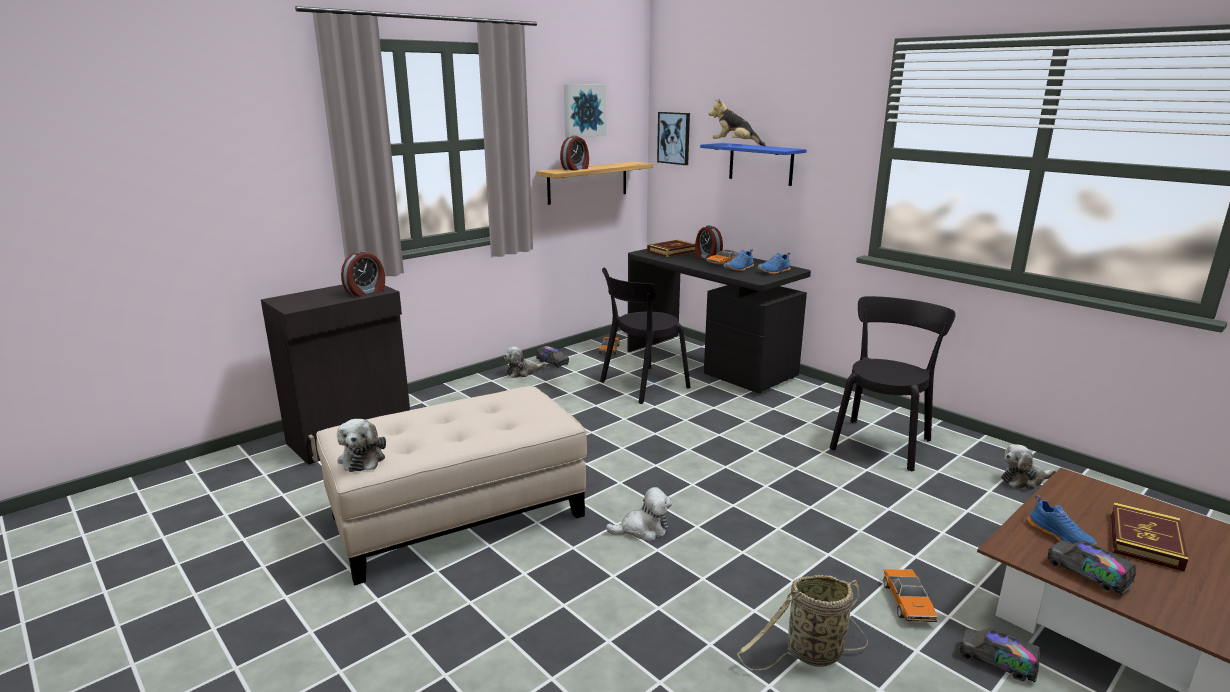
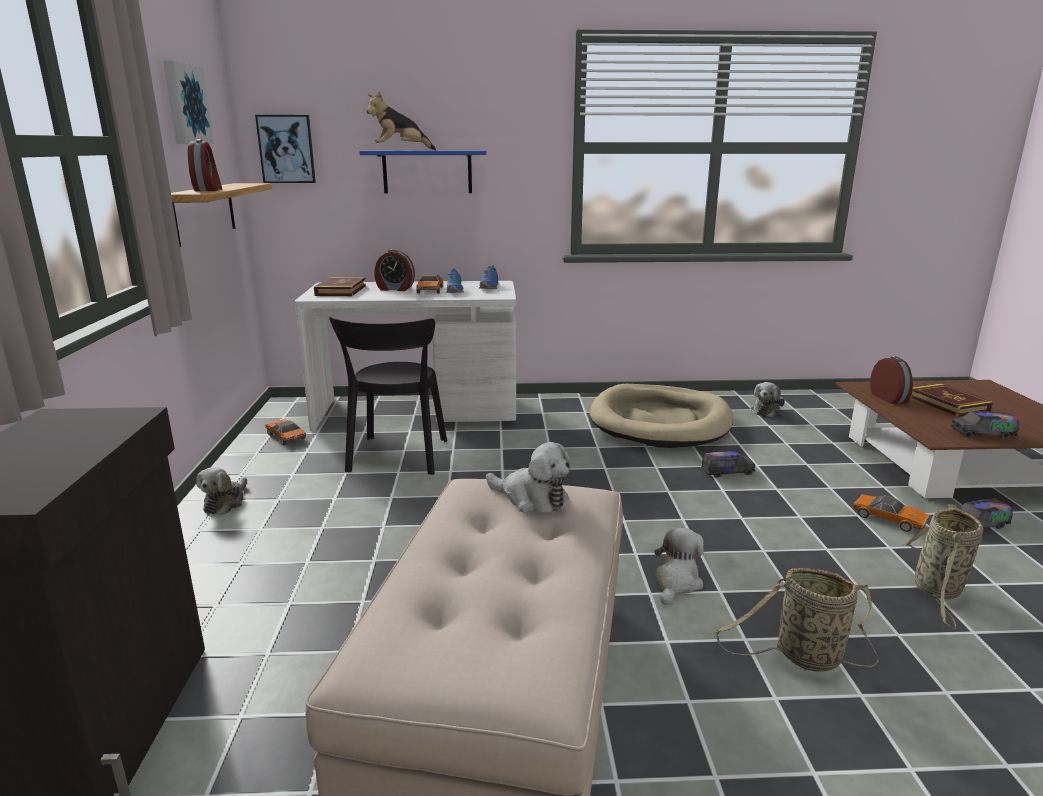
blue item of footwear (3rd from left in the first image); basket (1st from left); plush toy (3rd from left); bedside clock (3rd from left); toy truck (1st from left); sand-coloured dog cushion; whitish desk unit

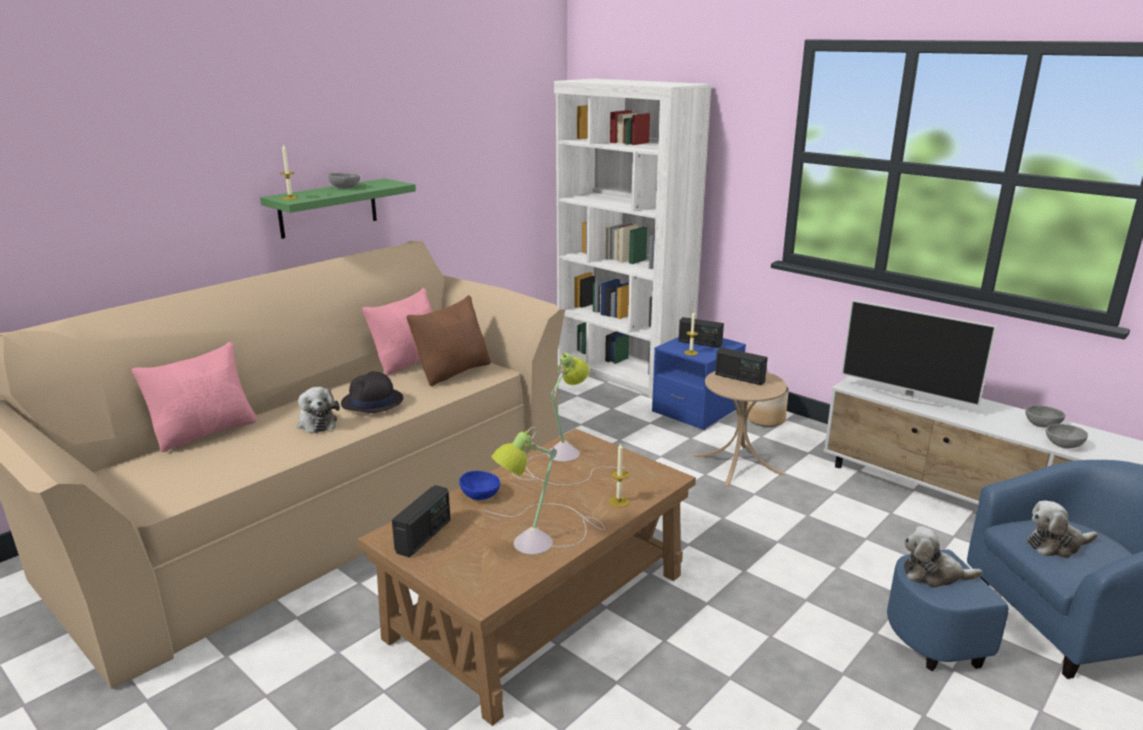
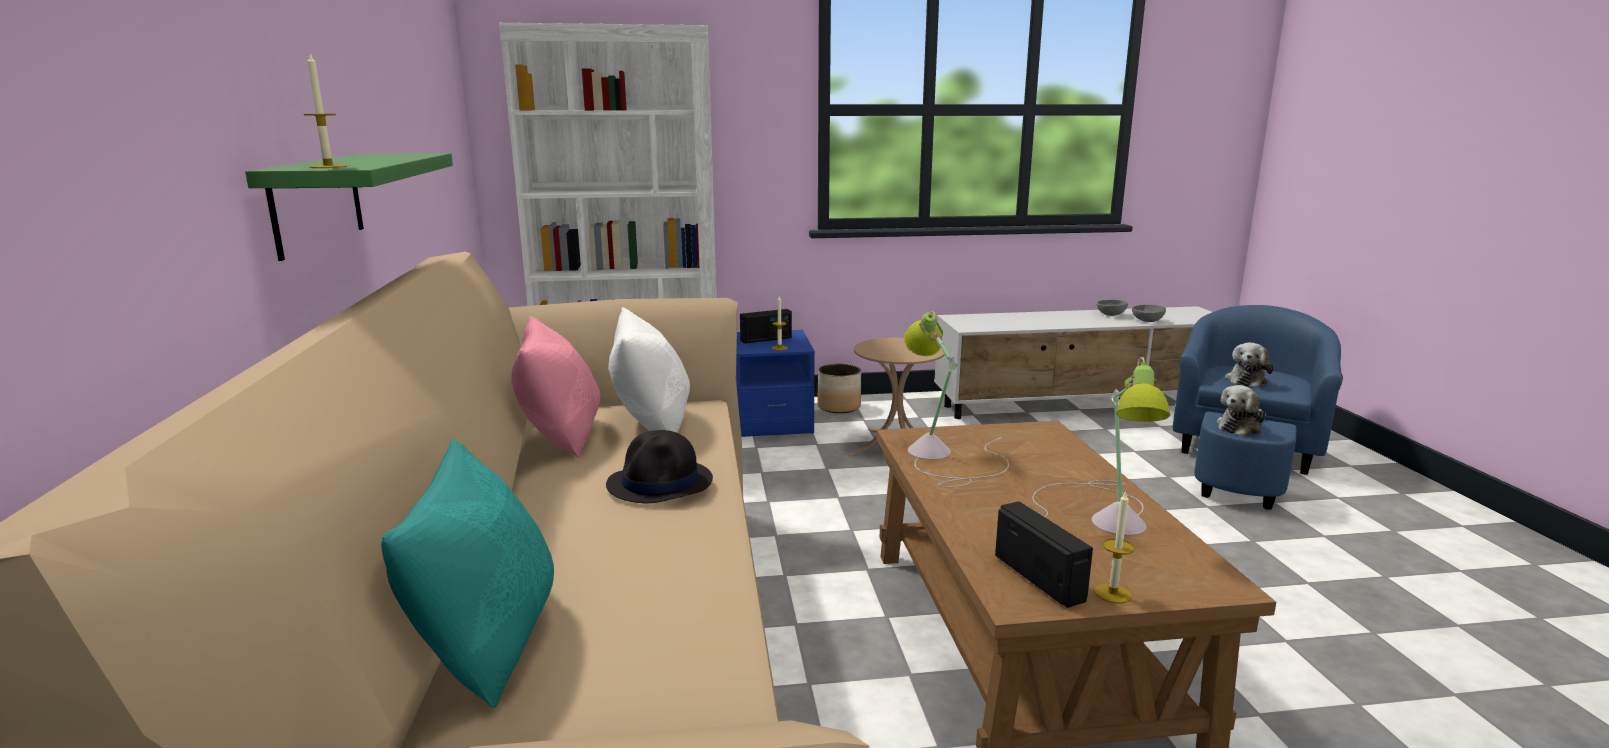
plush toy (1st from left in the first image); gray serving bowl (1st from left in the first image); blue serving bowl; radio receiver (3rd from left in the first image); TV set; wax light (3rd from left); blue-green throw pillow; whitish throw pillow

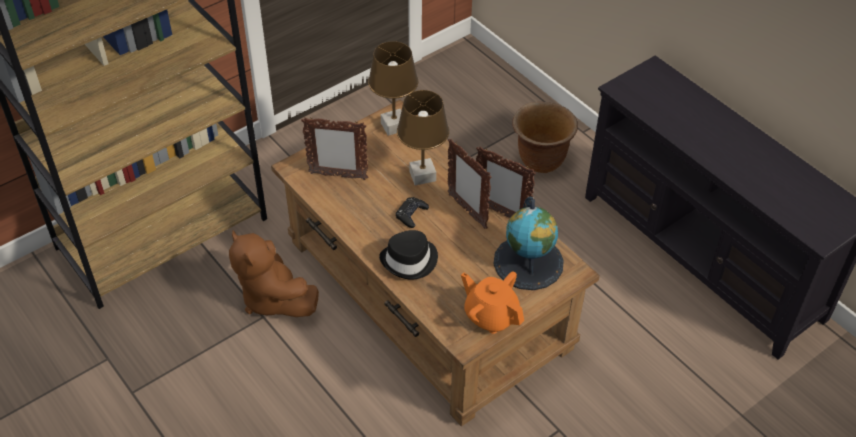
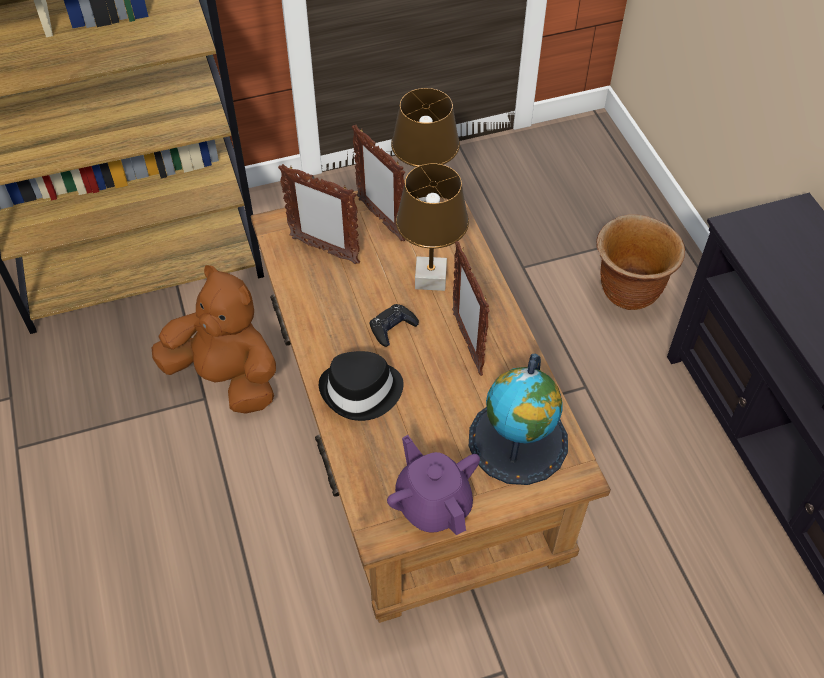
picture frame (2nd from left); purple-coloured teapot; brown plush toy

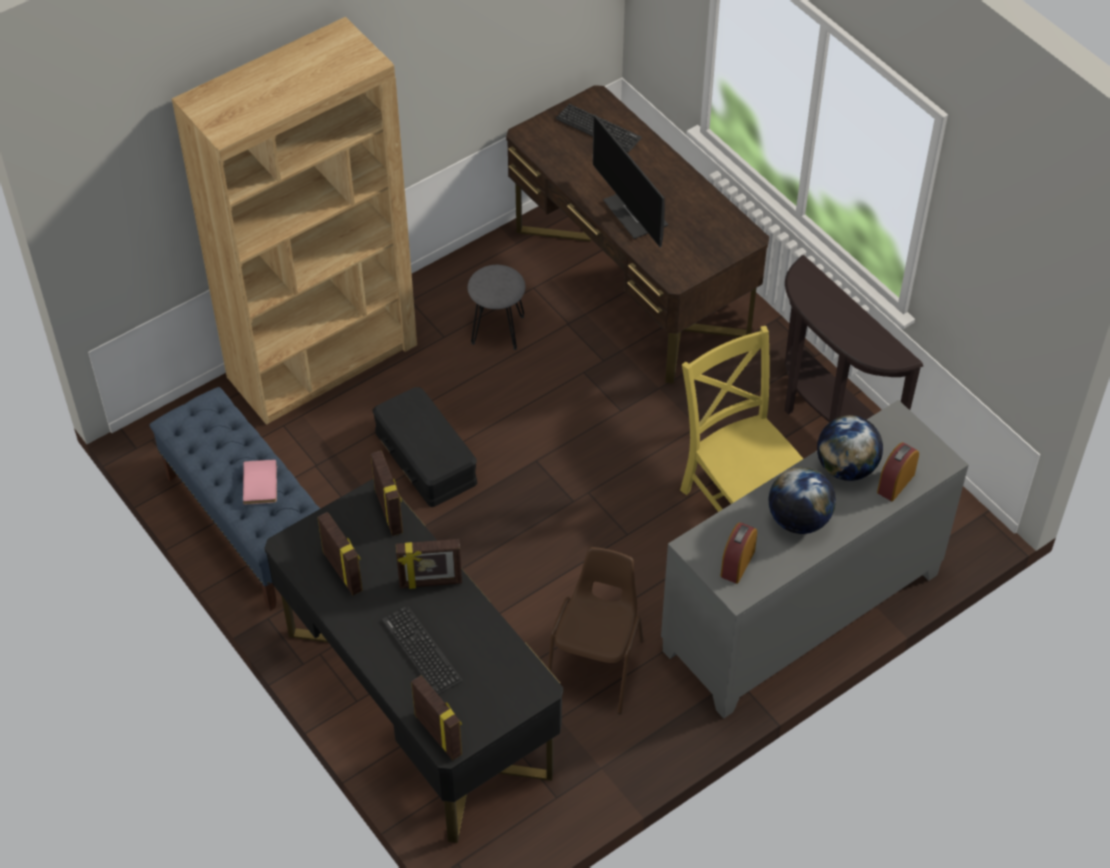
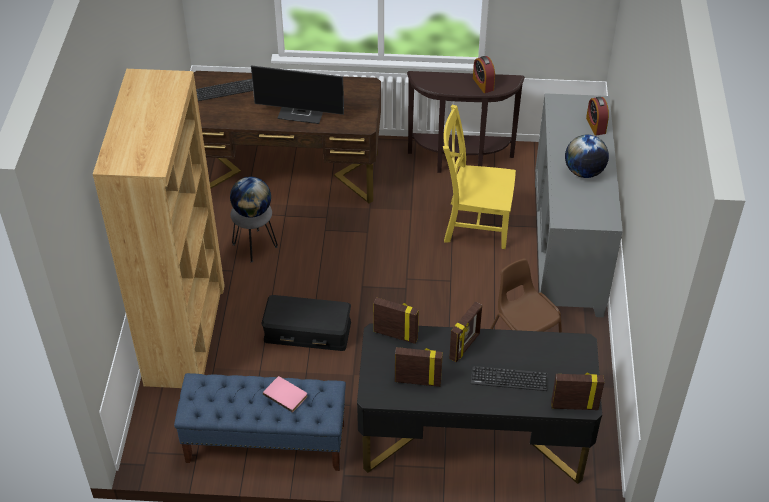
bedside clock (1st from left); desk globe (1st from left)

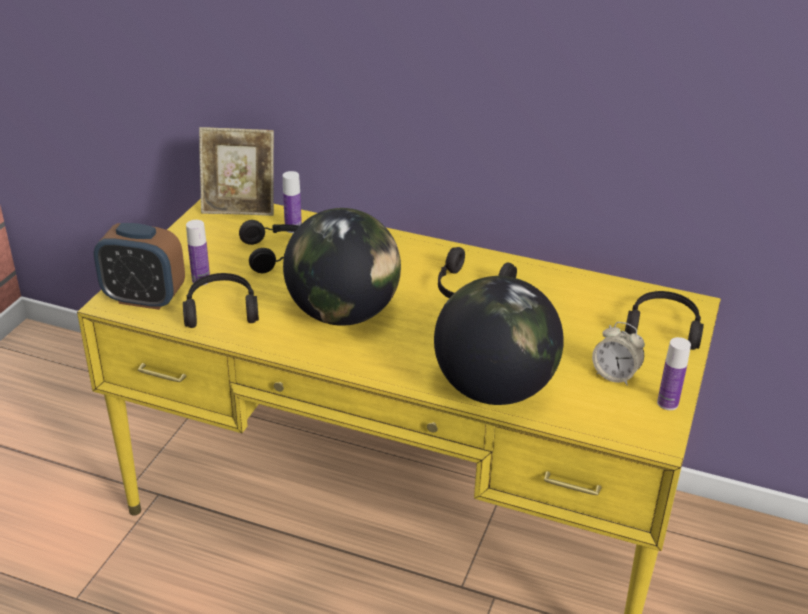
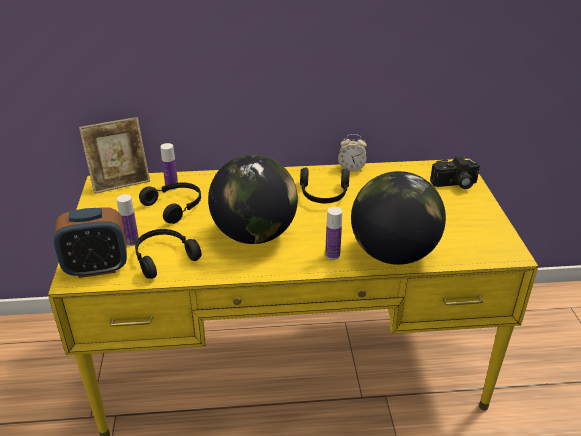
bedside clock (2nd from left); bottle (3rd from left); photo camera

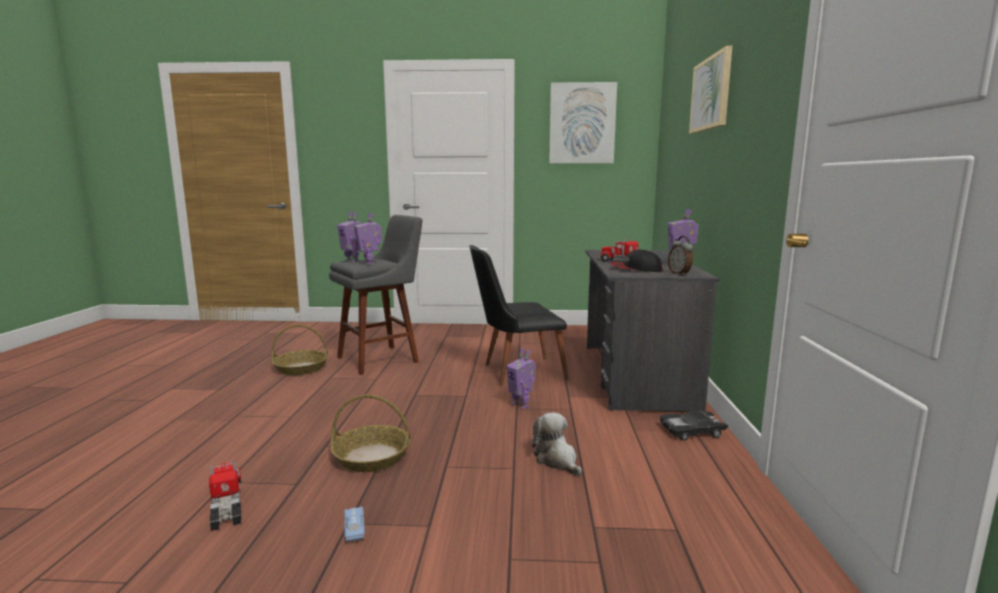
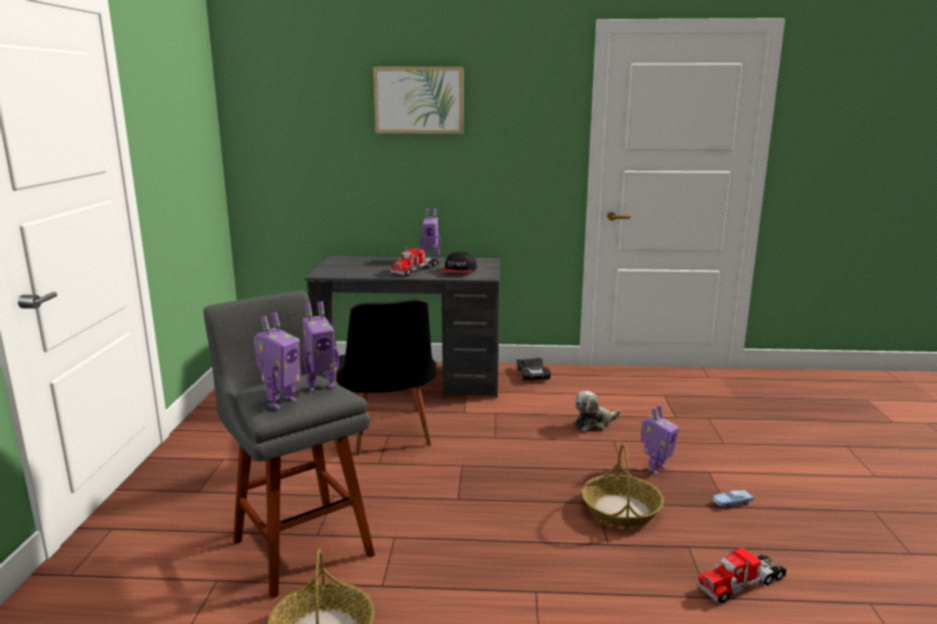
picture (1st from left in the first image); bedside clock; toy robot (4th from left)

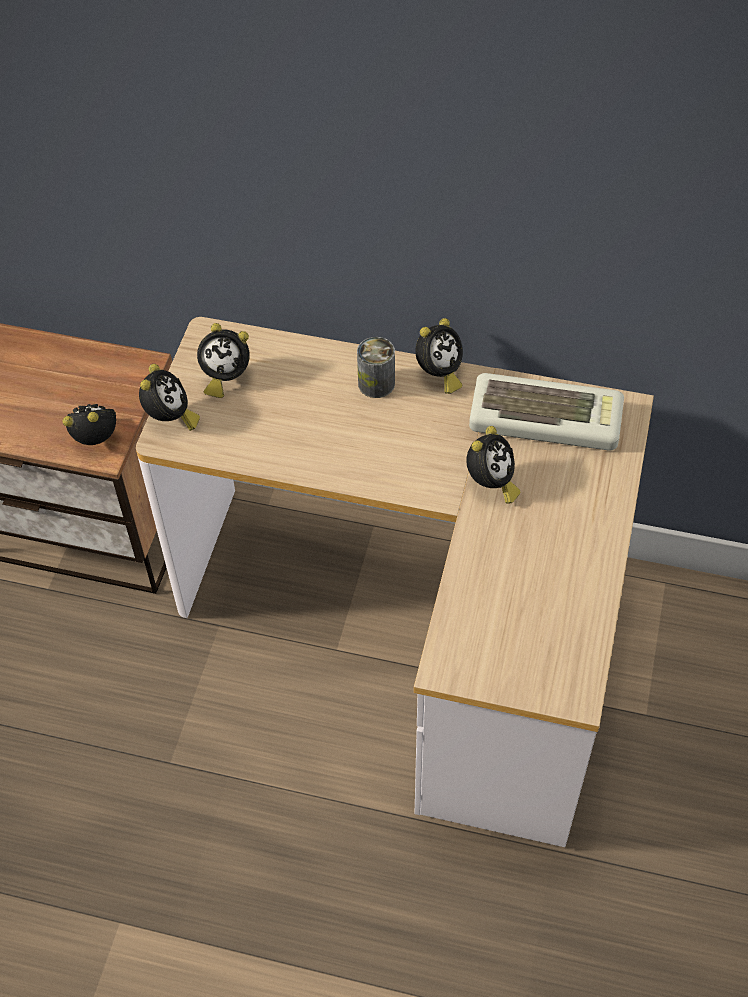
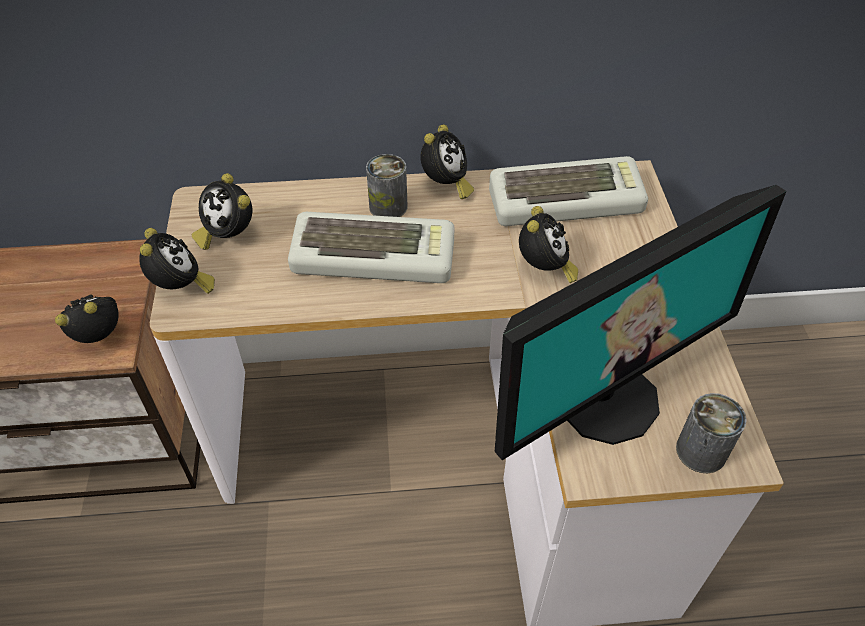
keyboard (1st from left); computer display; sealed can (2nd from left); bedside clock (3rd from left)

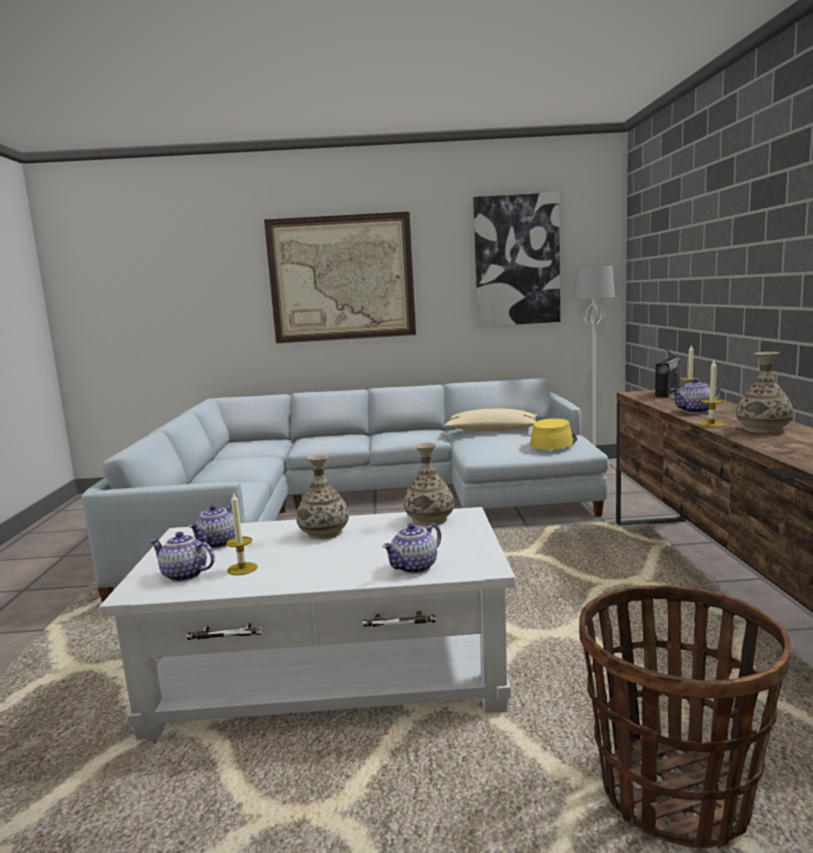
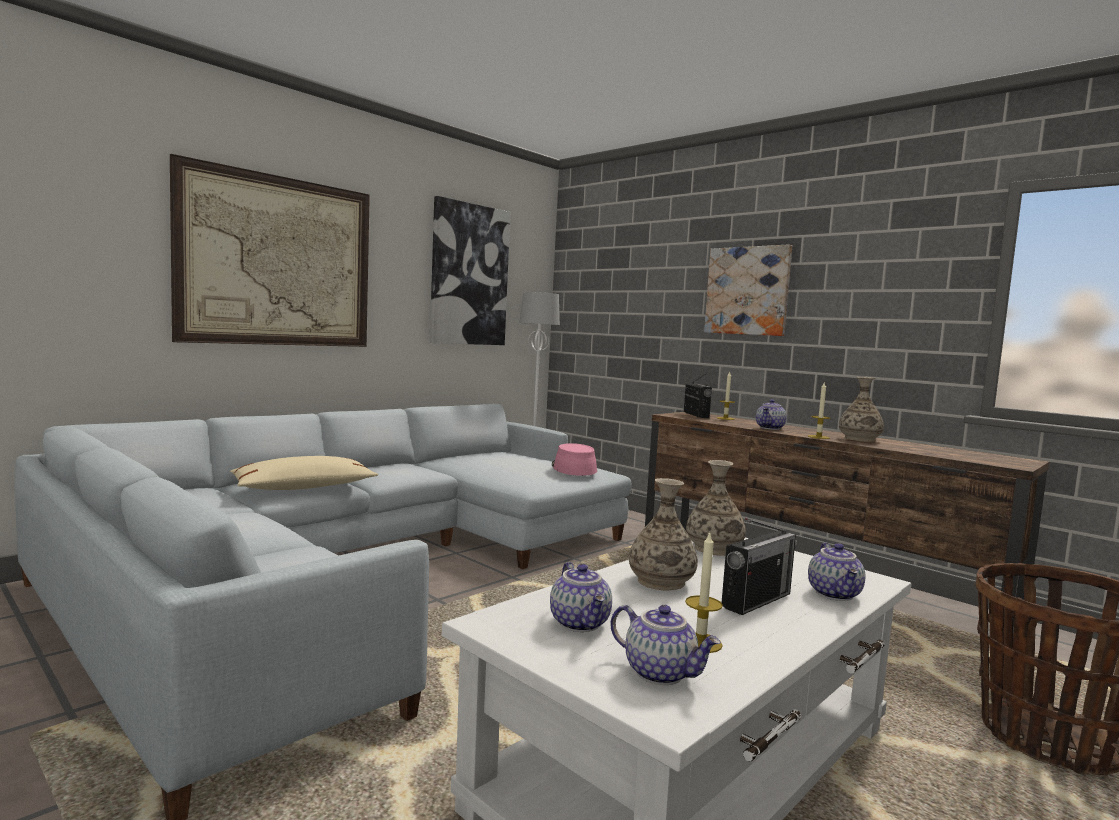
picture (3rd from left); radio receiver (2nd from left); sand-coloured throw pillow; pink wearable hat; teapot (2nd from left)

